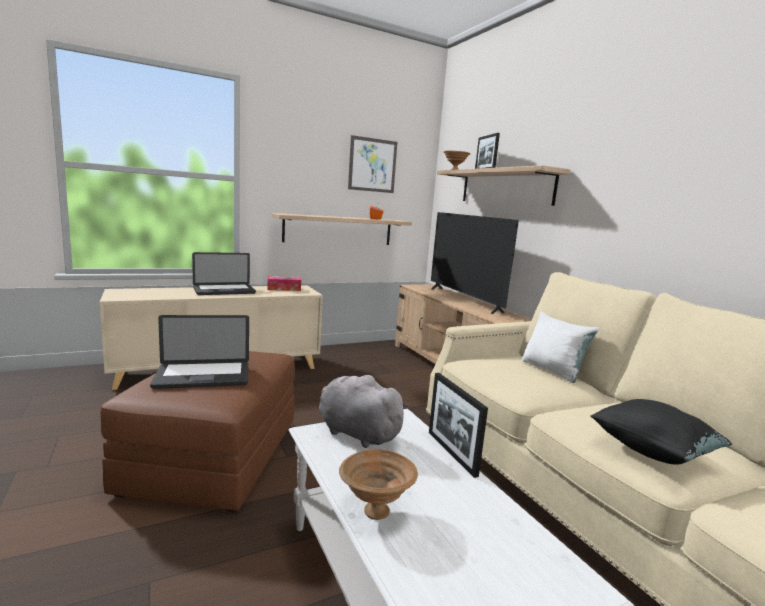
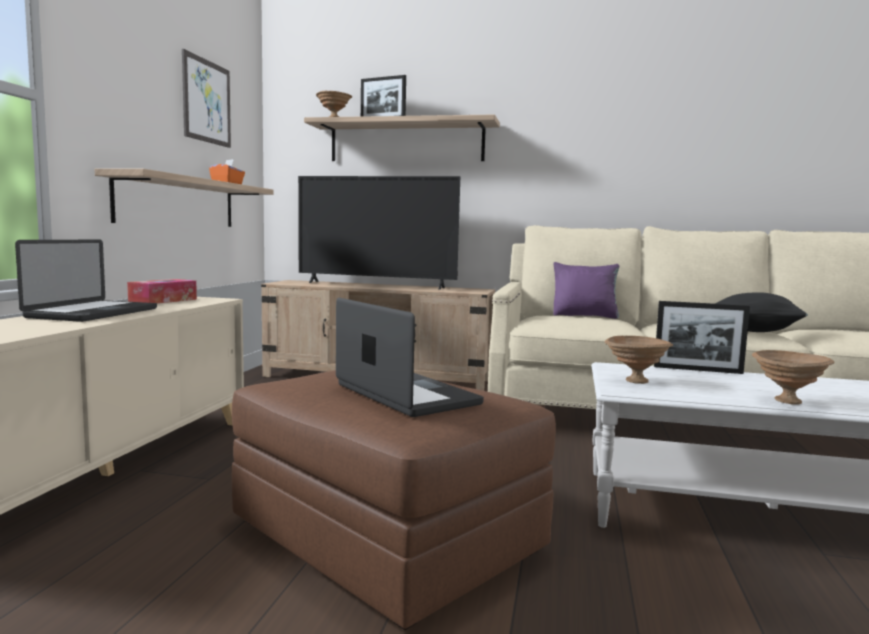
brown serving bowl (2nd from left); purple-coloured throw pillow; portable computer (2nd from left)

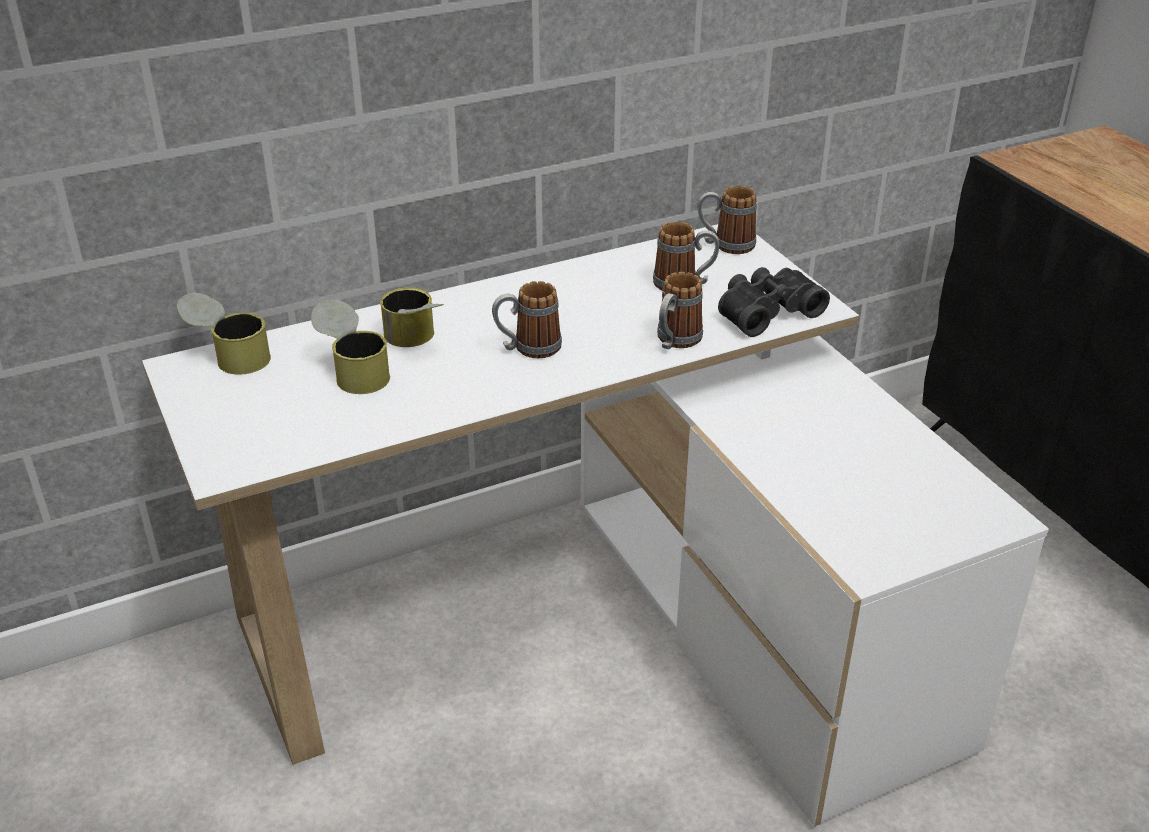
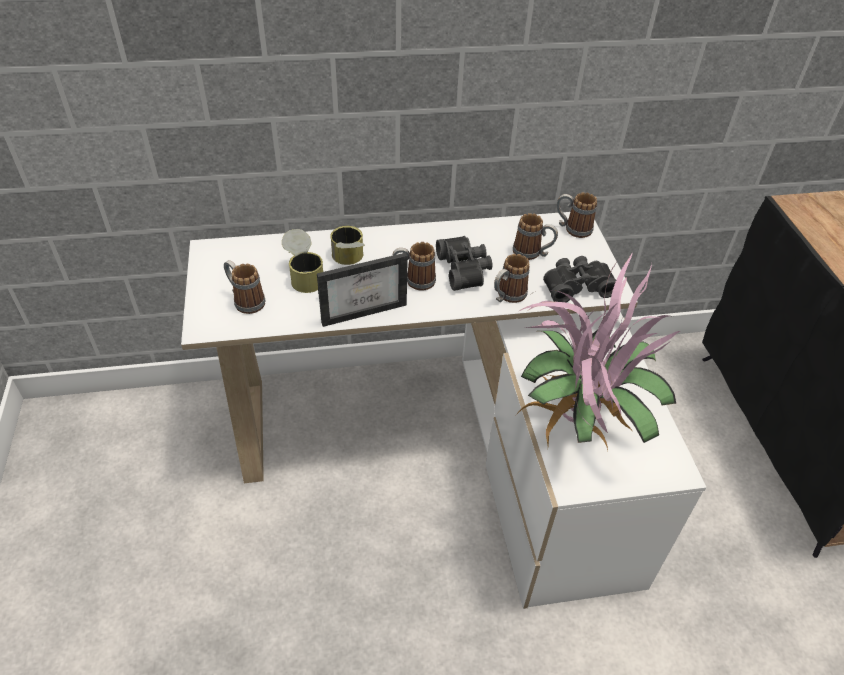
sealed can (1st from left in the first image); coffee mug (1st from left); picture frame; blackish field glasses (1st from left); plant in a pot

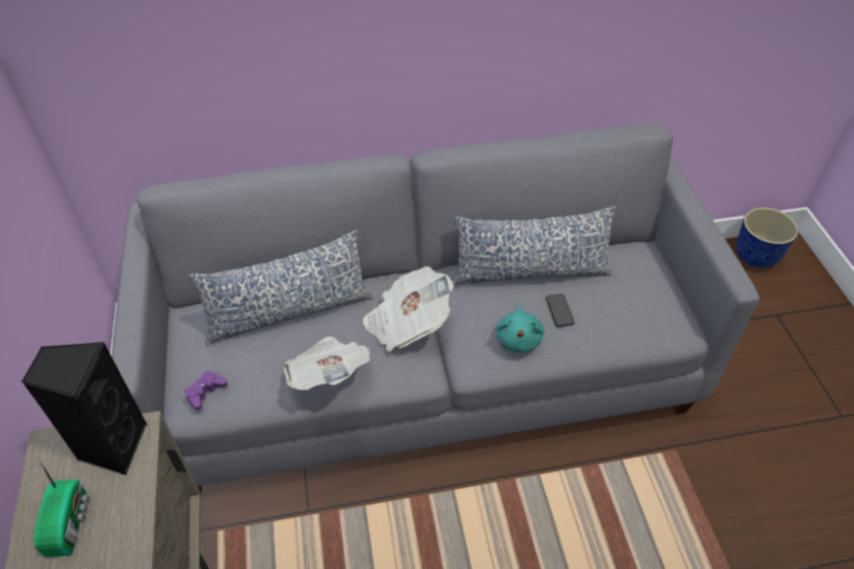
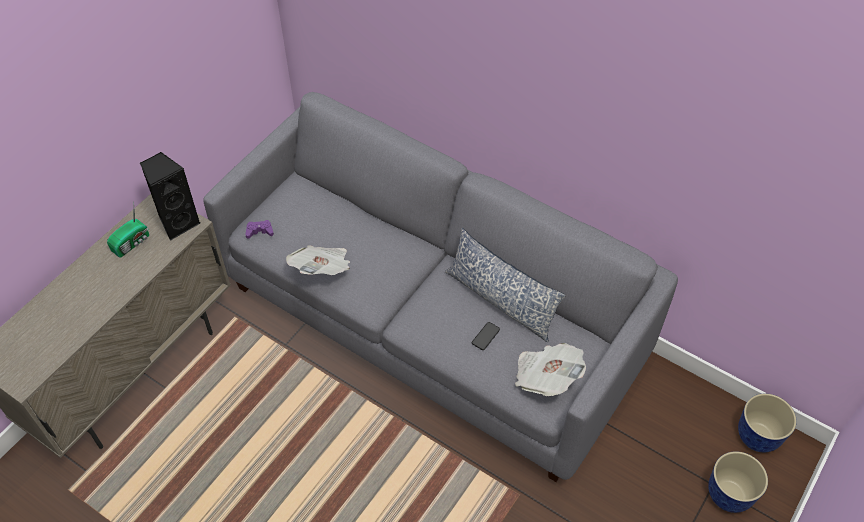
throw pillow (1st from left in the first image); blue-green plush toy; plant pot (1st from left); printed paper (2nd from left)

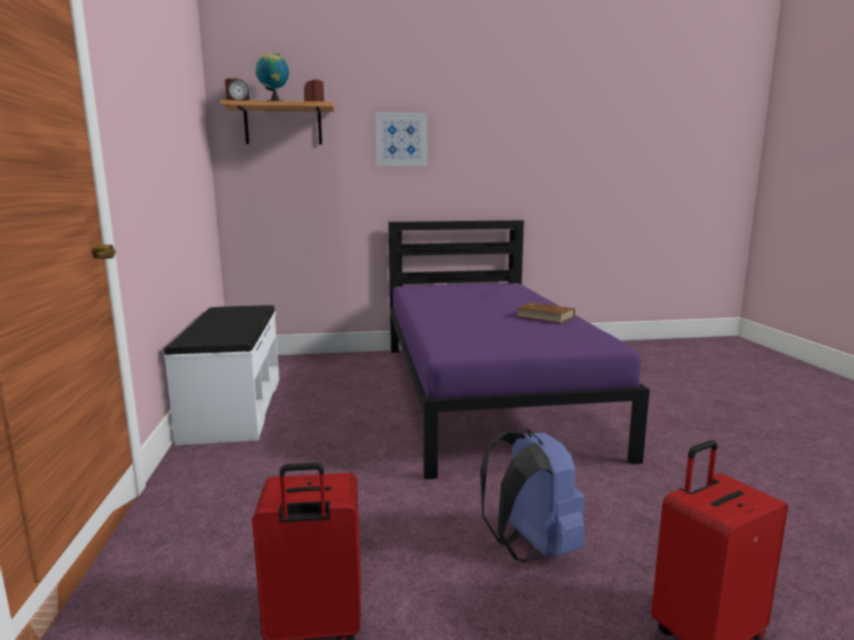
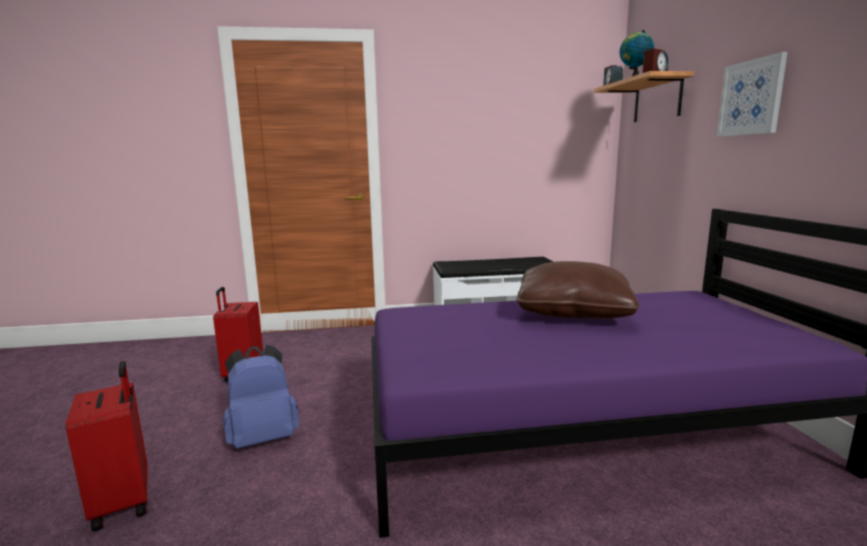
brown book; brown throw pillow

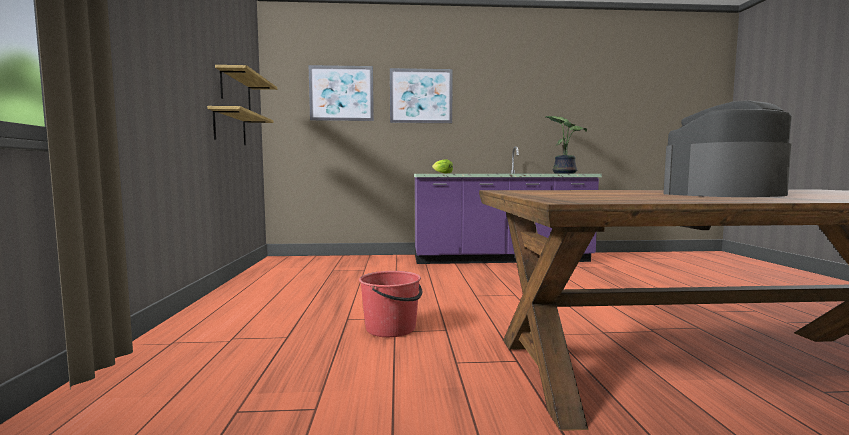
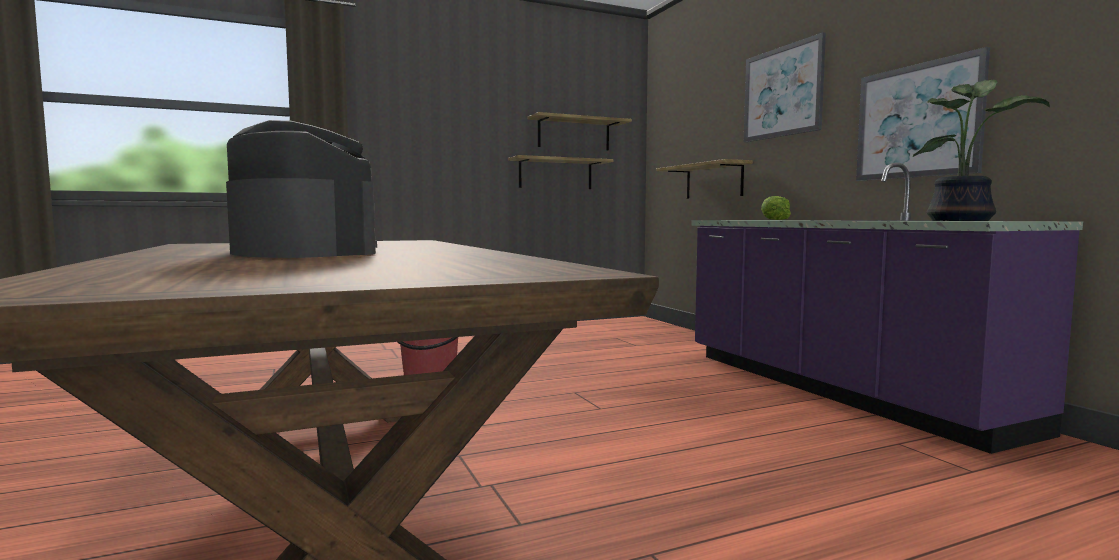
bracket shelf (3rd from left); picture (2nd from left)

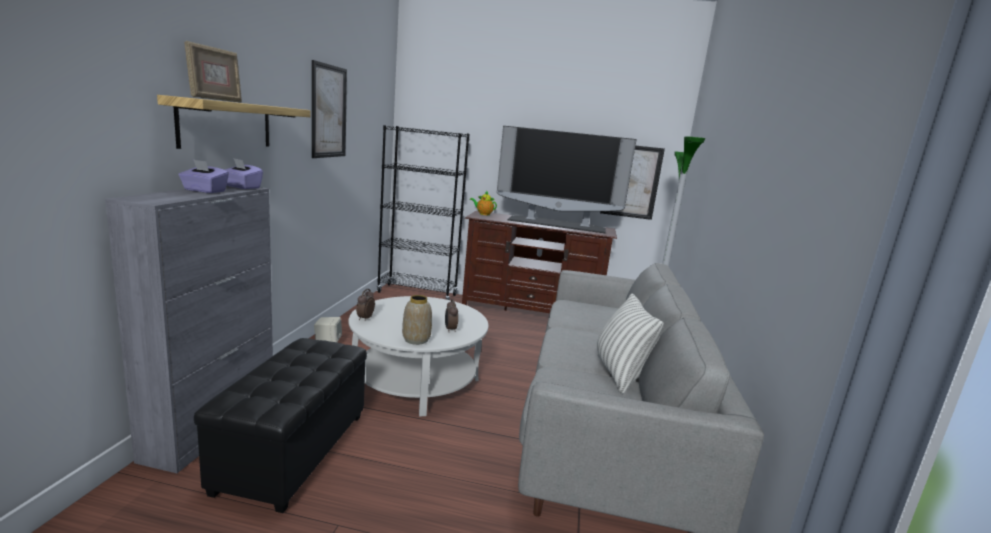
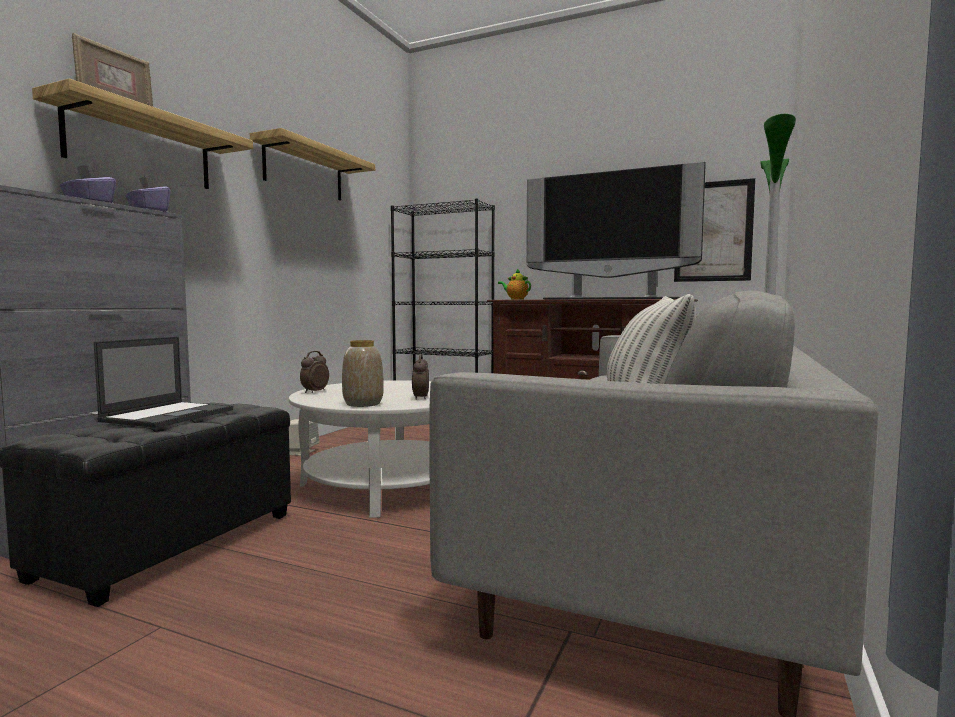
portable computer; bracket shelf (2nd from left)

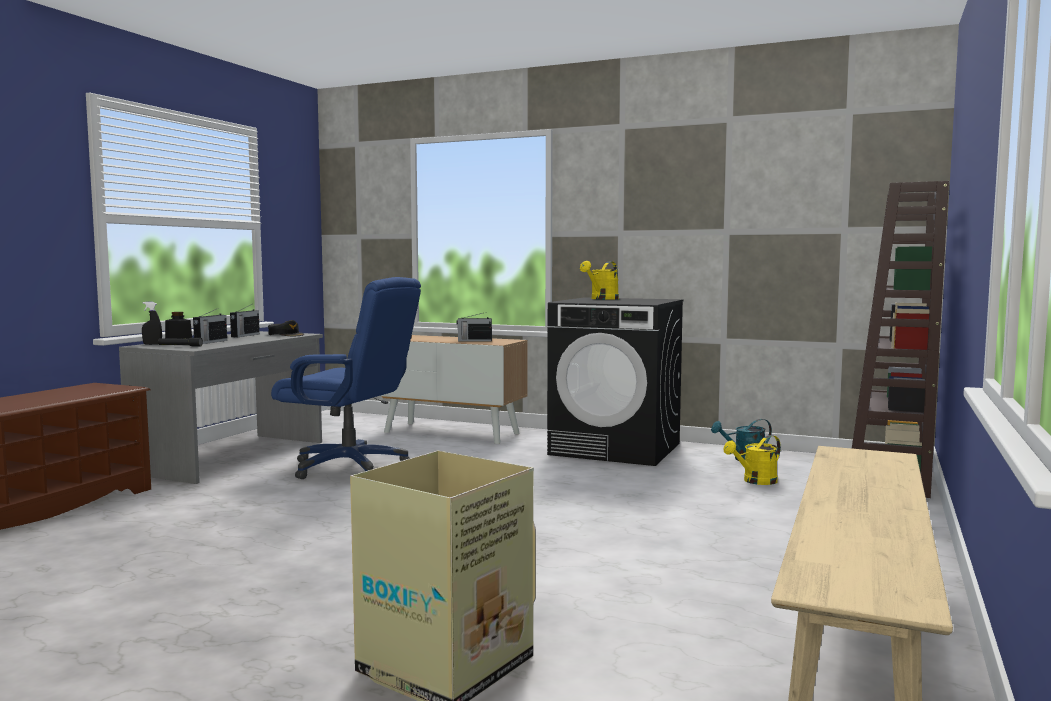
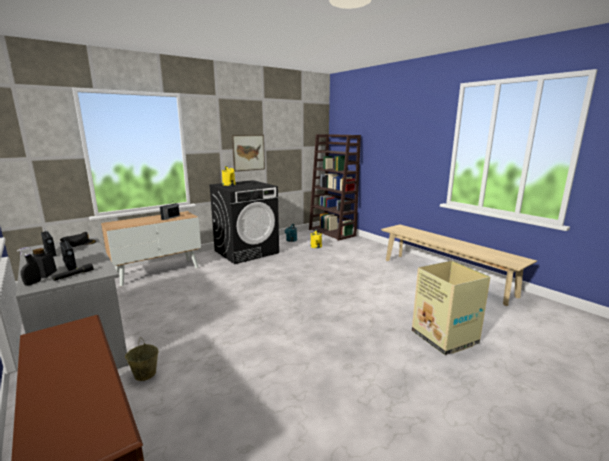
blue office chair; sand-coloured pail; picture

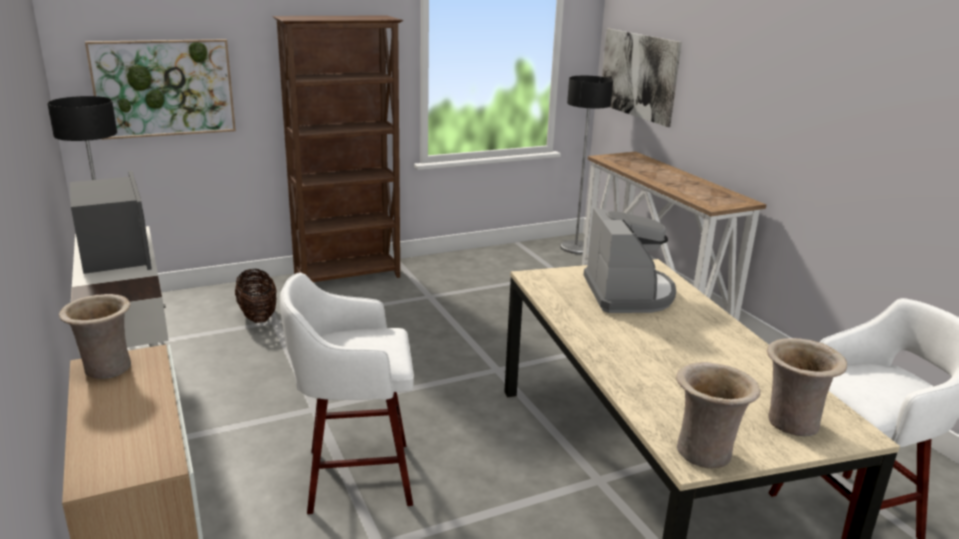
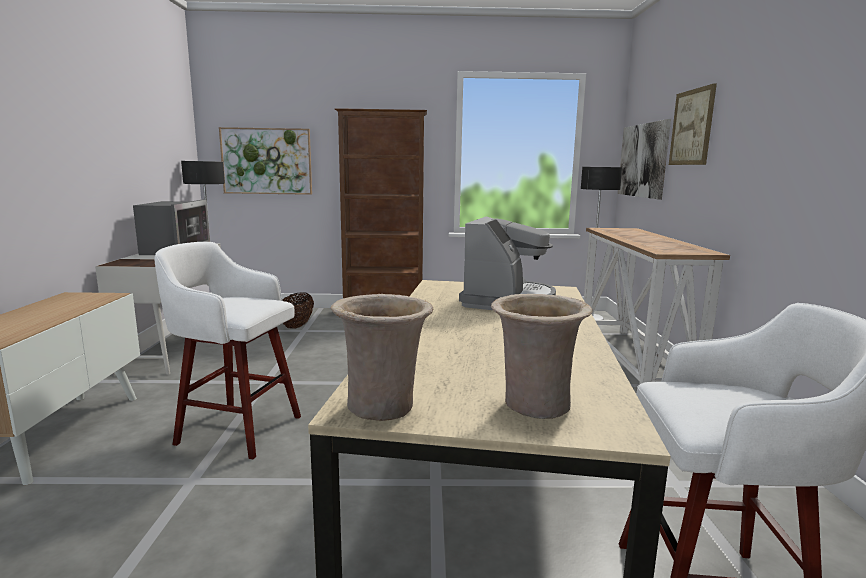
sand-coloured decorative vase (1st from left in the first image); picture (3rd from left)

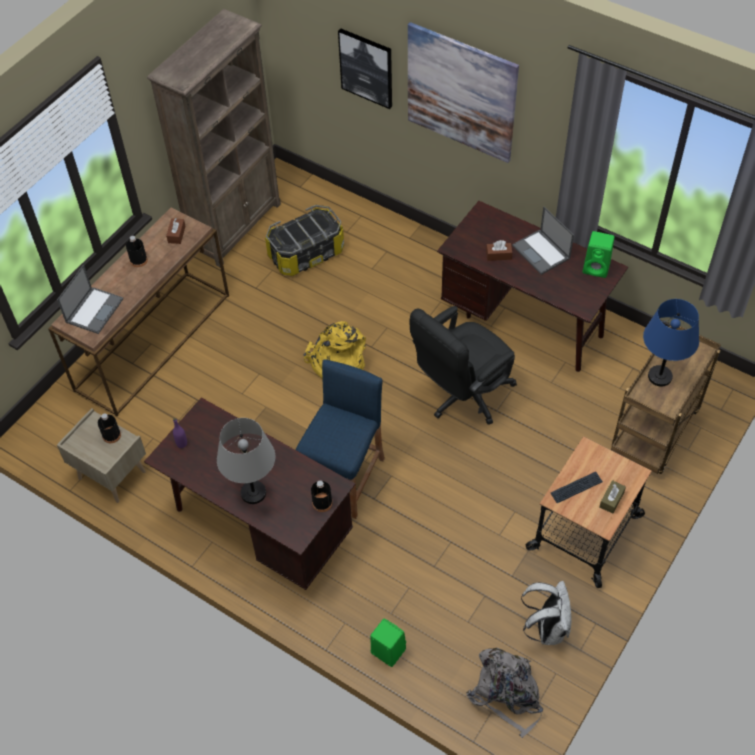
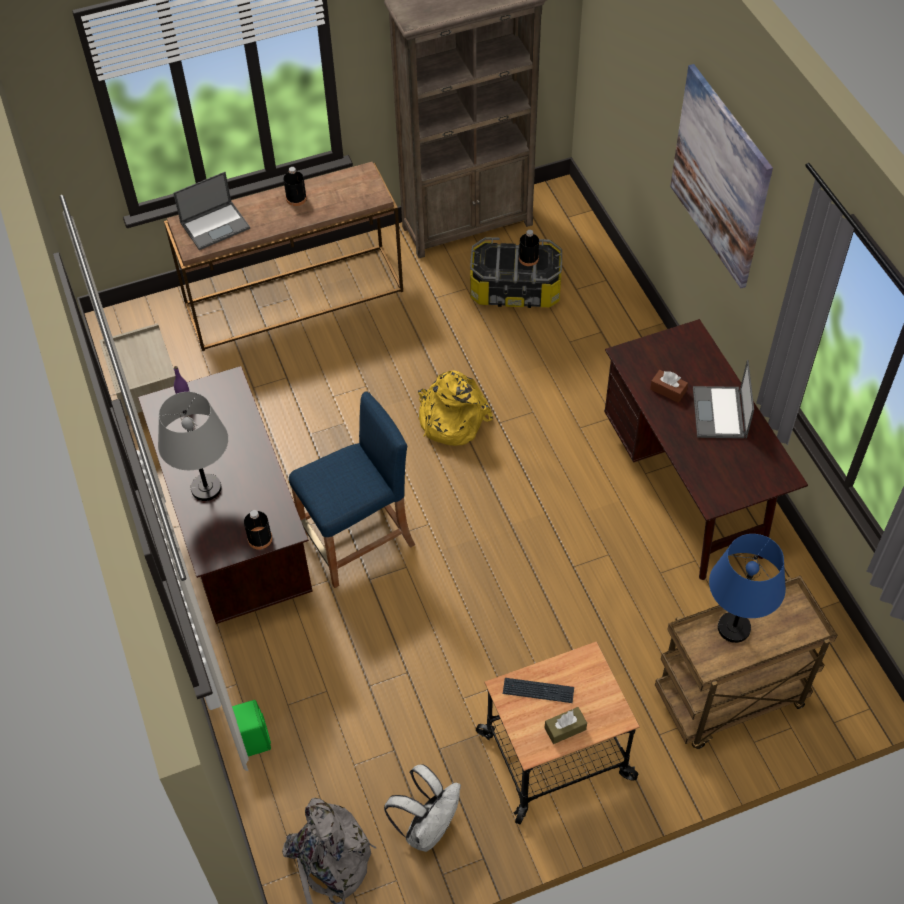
brown box of tissues (1st from left in the first image); picture (1st from left in the first image); blackish office chair; greenish speaker (2nd from left in the first image); blackish bottle (3rd from left)

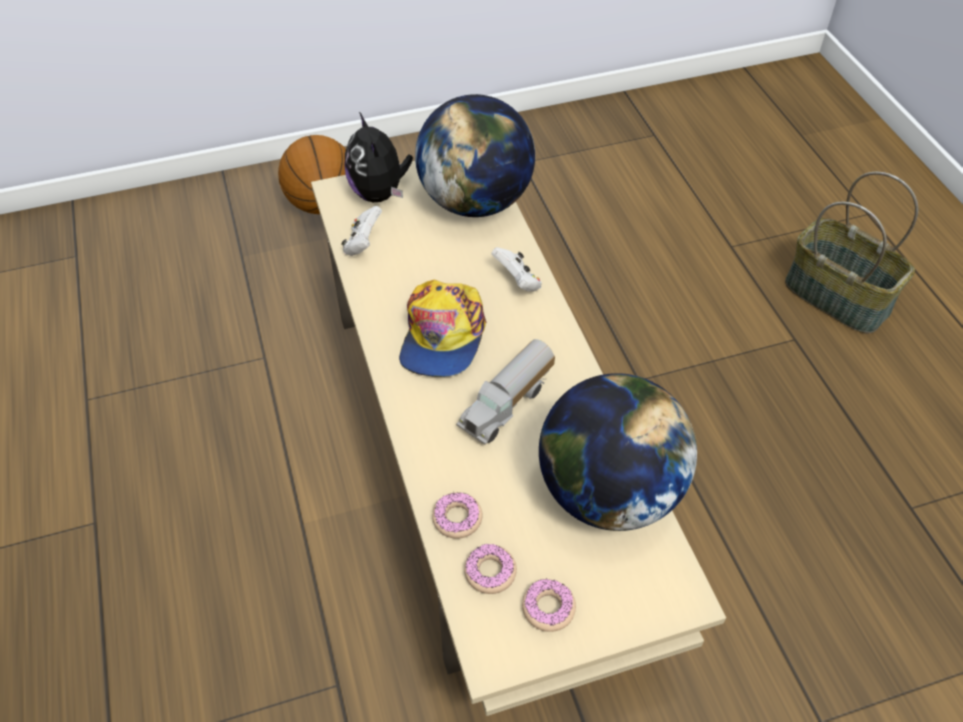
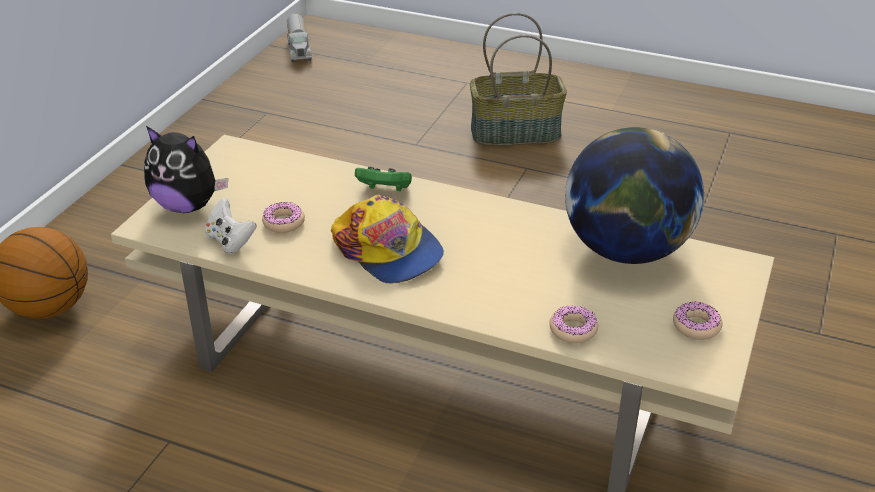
desk globe (1st from left in the first image); toy truck; donut (1st from left); greenish gamepad

